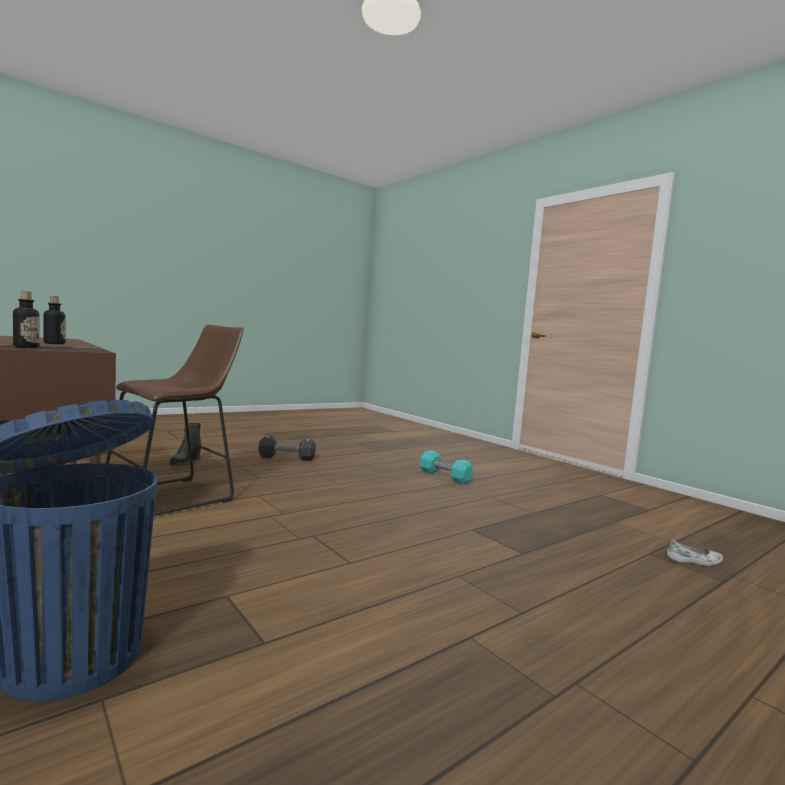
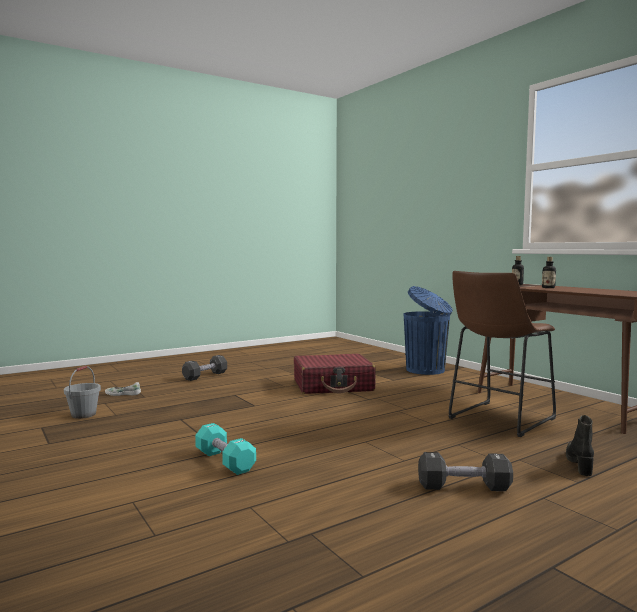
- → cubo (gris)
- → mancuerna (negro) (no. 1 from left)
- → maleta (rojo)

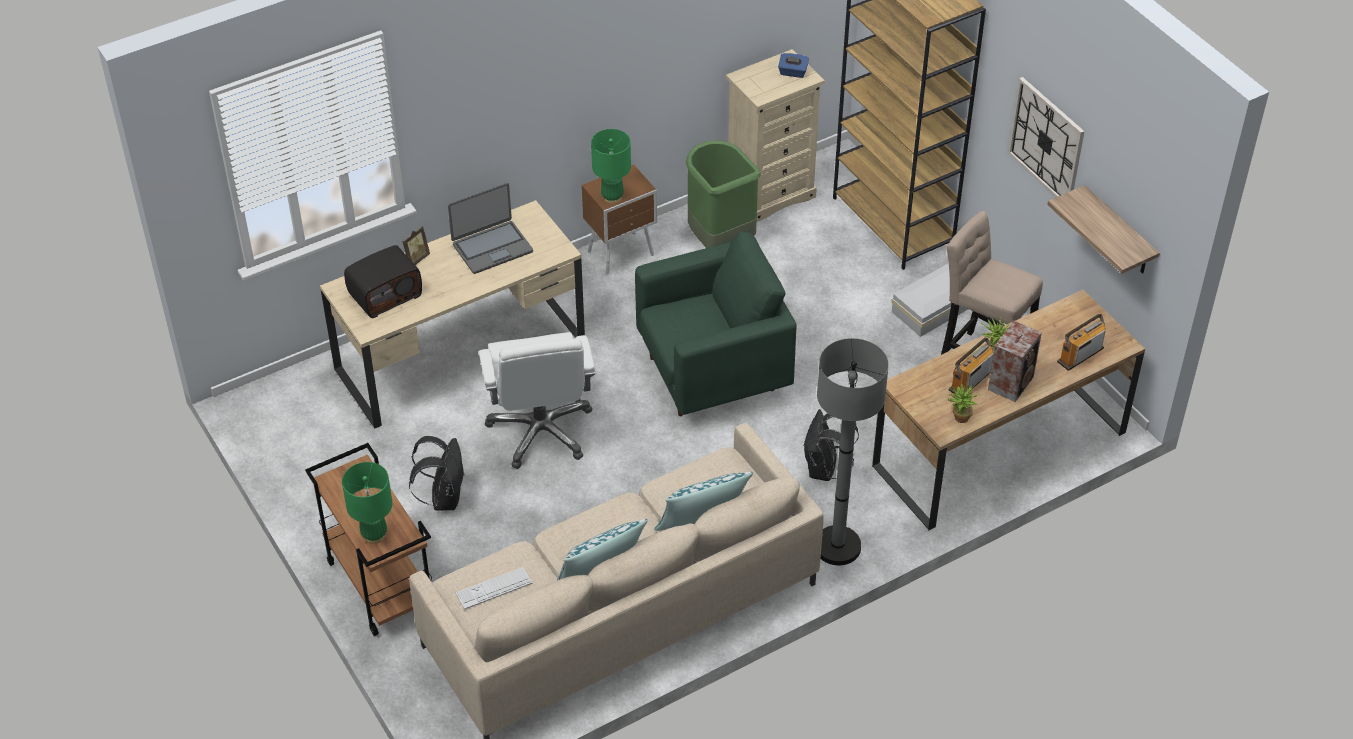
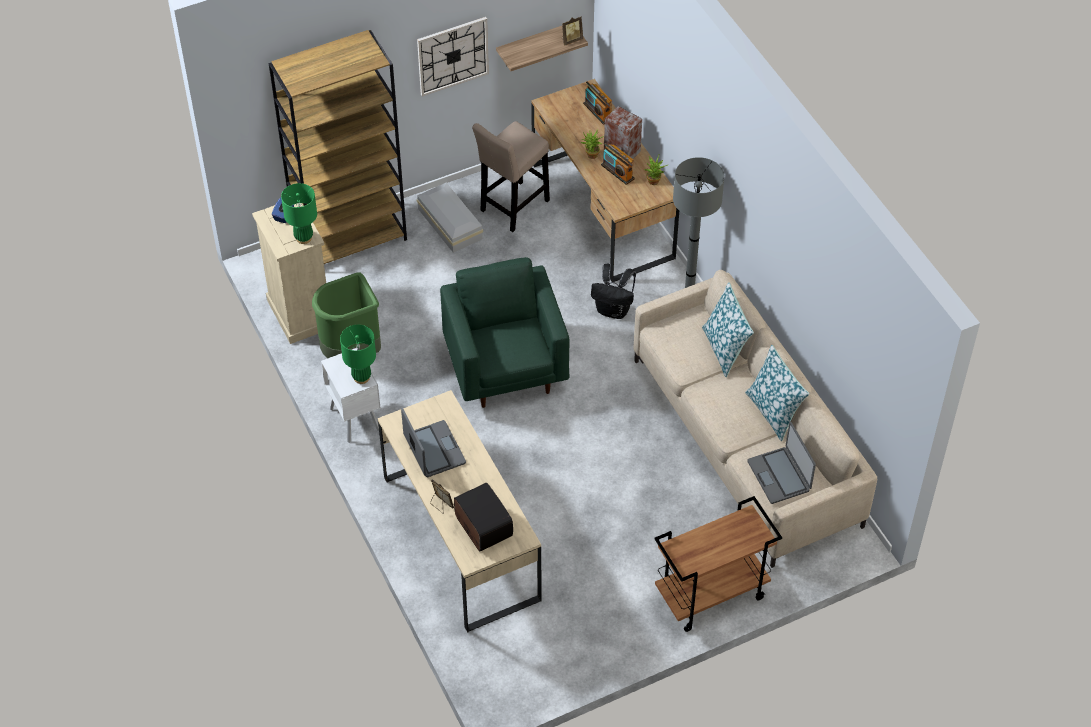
lámpara de mesa (verde) (no. 1 from left), relocated
mesita de noche (marrón) → mesita de noche (blanco)
- → portarretratos (no. 2 from left)
teclado → portátil (no. 2 from left)
mochila (negro) (no. 1 from left) → -
silla de oficina (blanco) → -

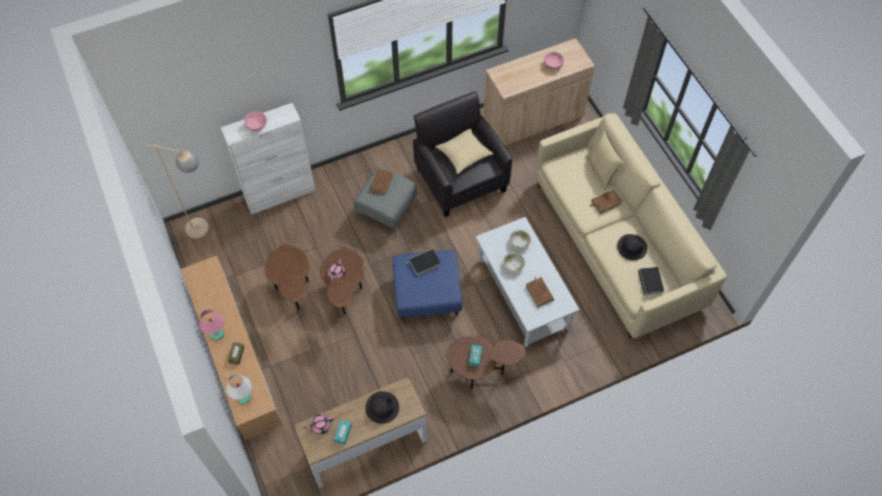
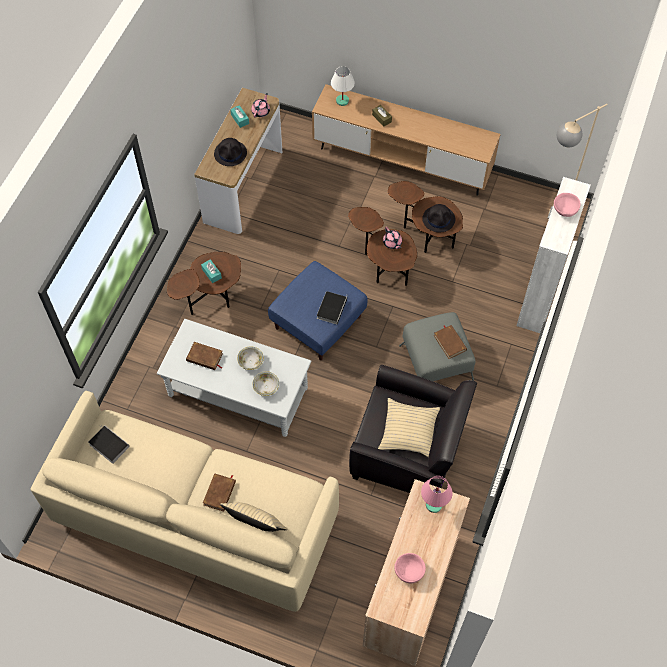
lámpara de mesa (rosa), relocated
sombrero (negro) (no. 2 from left), relocated

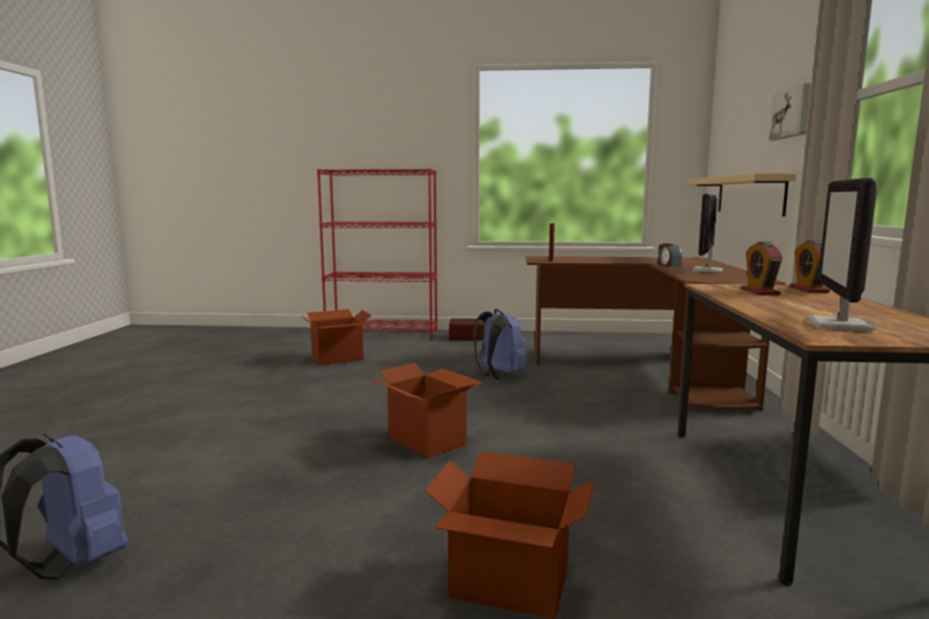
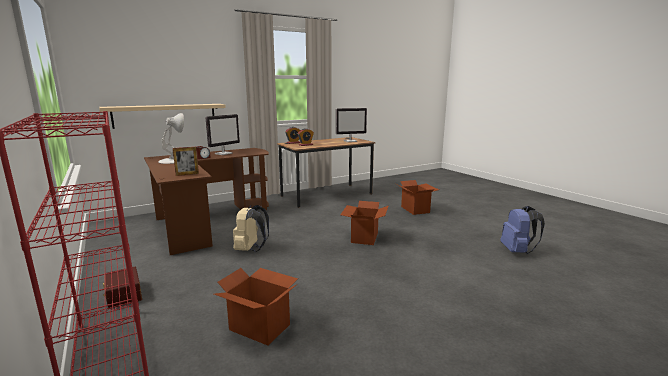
- → lámpara de mesa (blanco)
monitor (no. 1 from left), 45 degrees counterclockwise
mochila (azul) (no. 2 from left) → mochila (beis)
cuadro → -

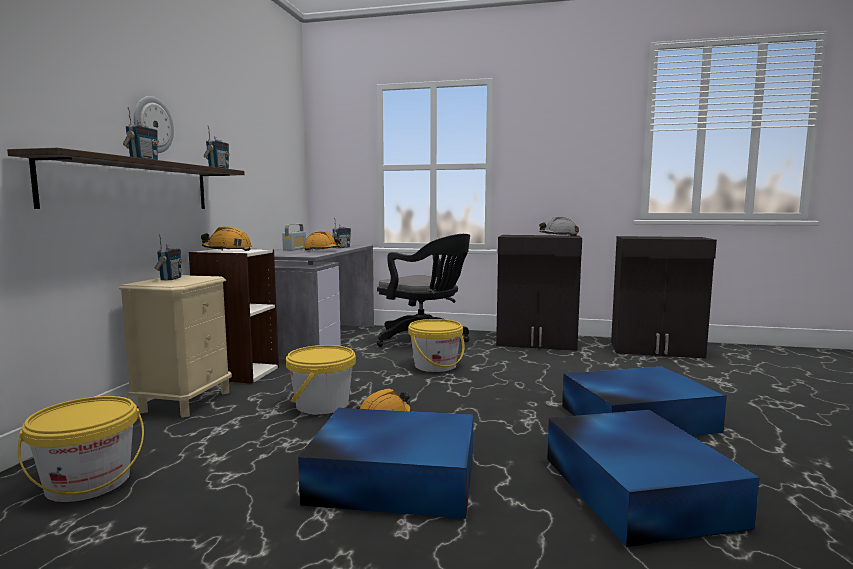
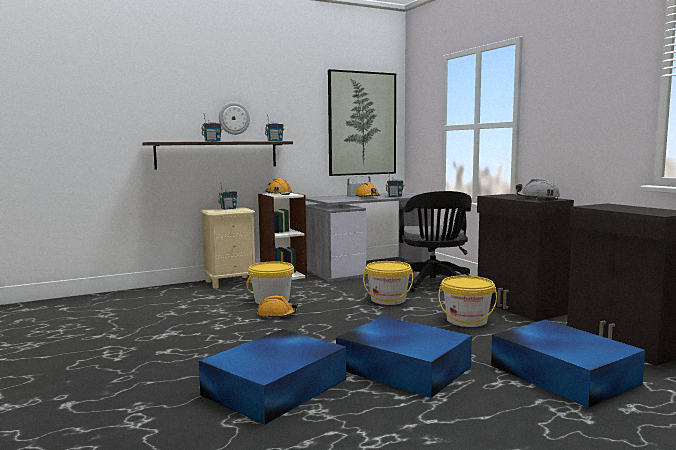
- → cuadro
cubo (amarillo) (no. 1 from left in the first image) → cubo (amarillo) (no. 3 from left), relocated
caja de almacenaje (azul) (no. 1 from left in the first image) → caja de almacenaje (azul) (no. 3 from left), relocated

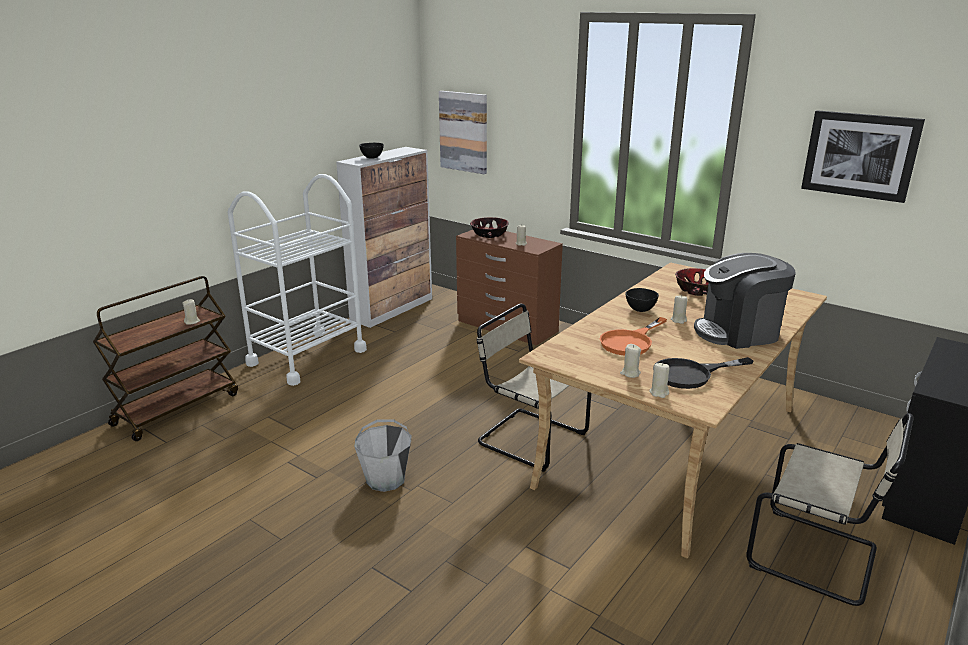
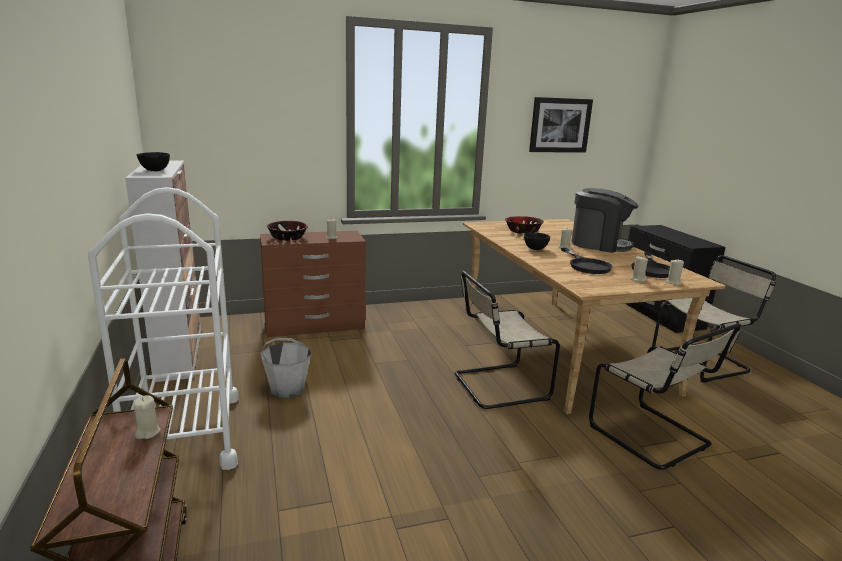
cubo (gris), relocated
sartén (naranja) → sartén (negro) (no. 1 from left)
cafetera, 90 degrees counterclockwise
- → silla (beis) (no. 2 from left)
cuadro (no. 1 from left) → -

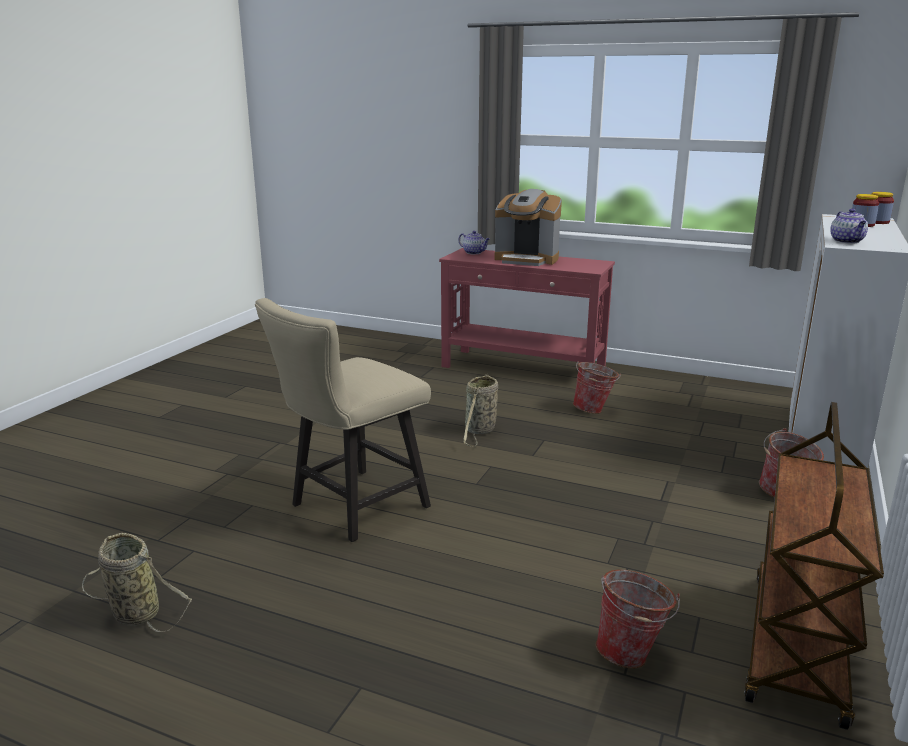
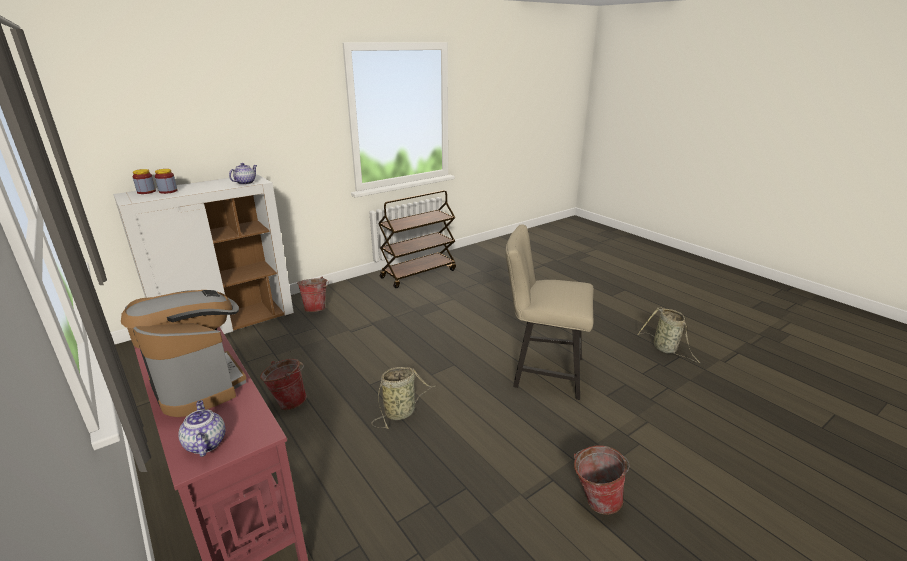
silla (beis), 150 degrees counterclockwise
cubo (no. 2 from left in the first image) → cubo (no. 3 from left), relocated

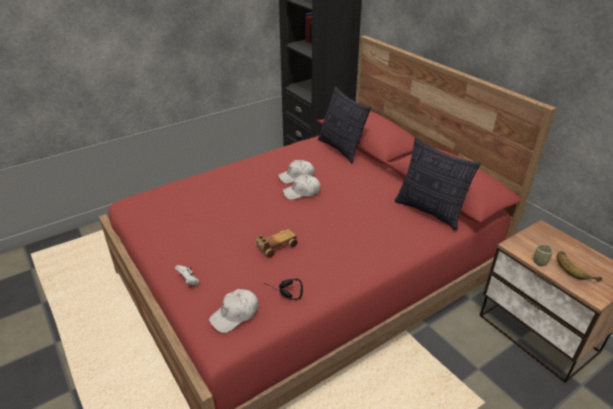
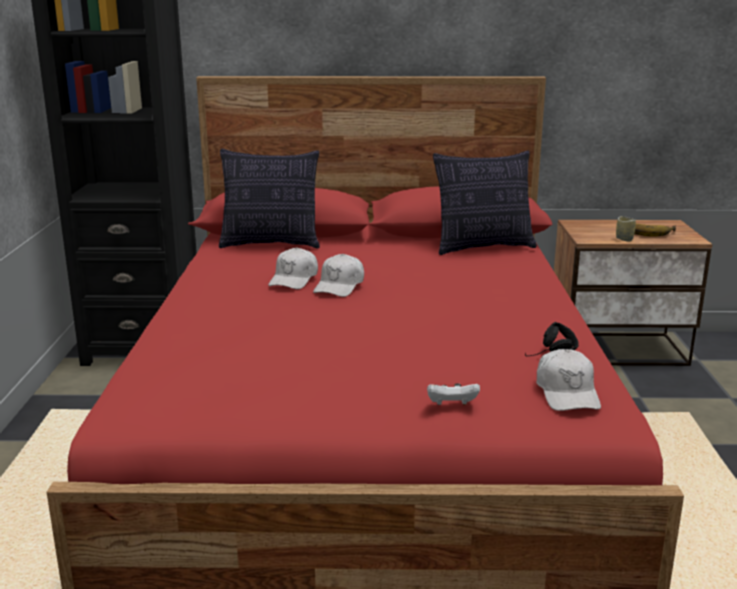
coche de juguete → -

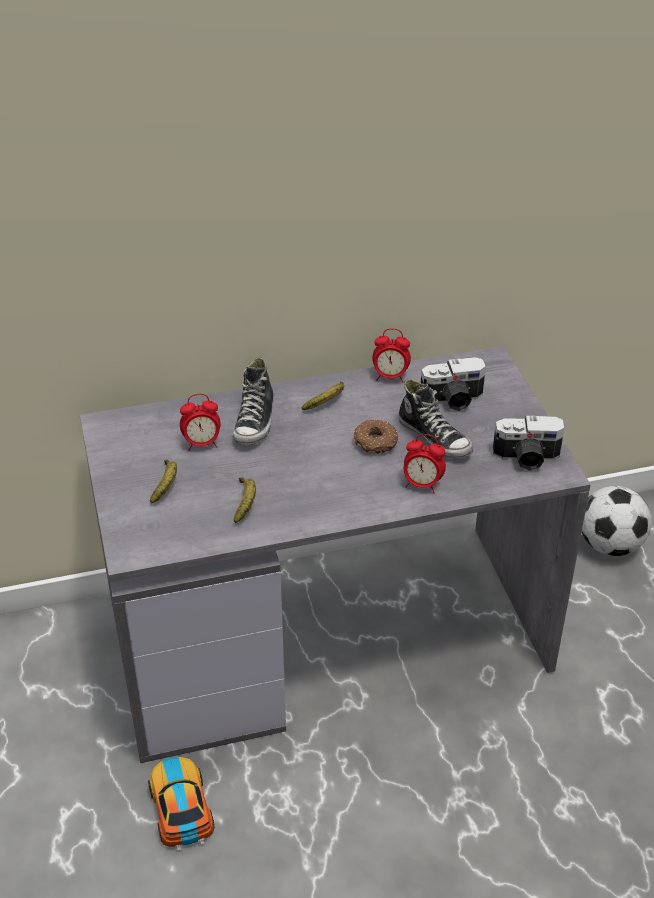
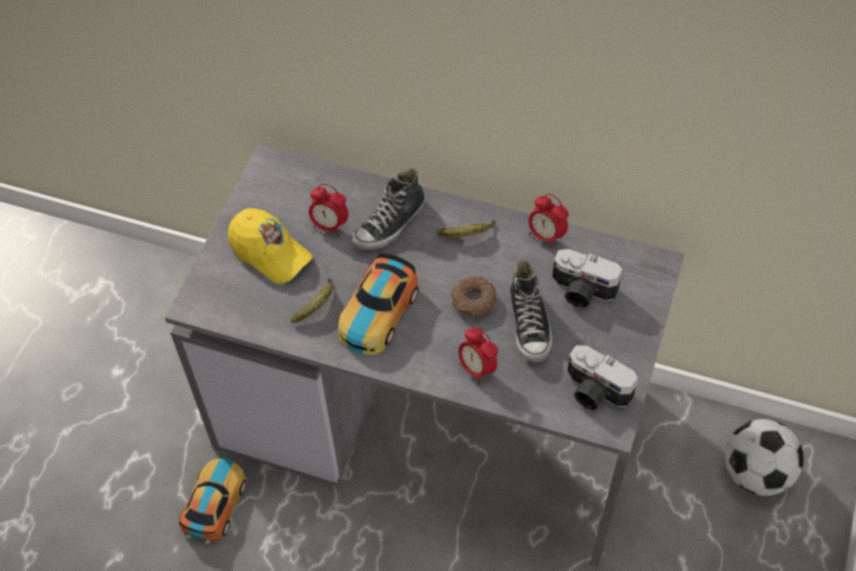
plátano (no. 1 from left) → gorra (amarillo)
- → coche de juguete (no. 2 from left)

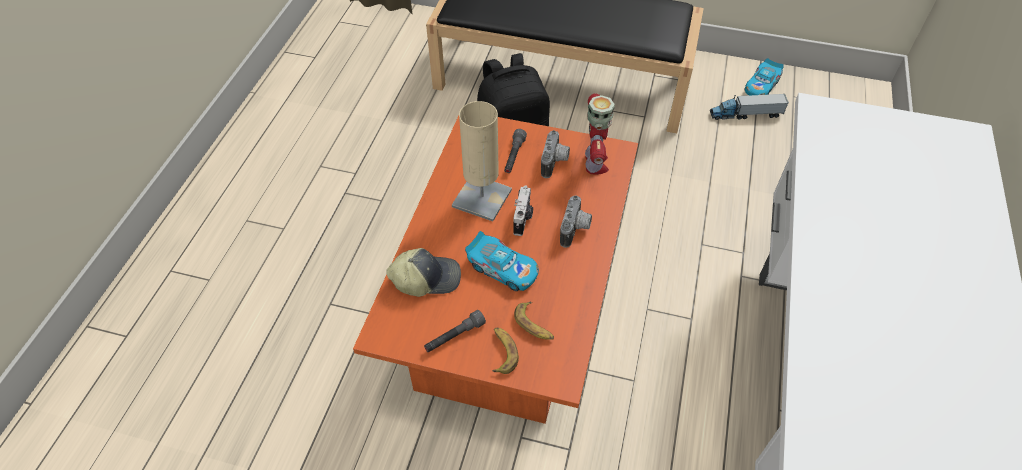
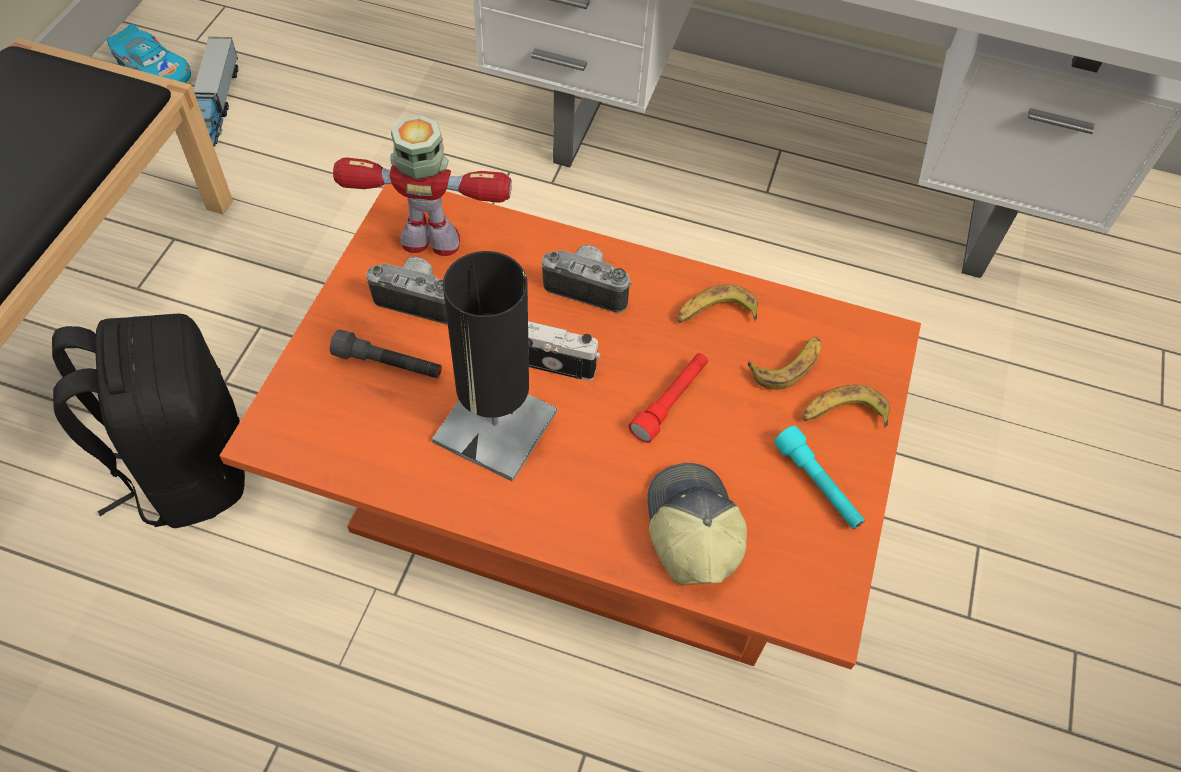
lámpara de mesa (beis) → lámpara de mesa (negro)
coche de juguete (no. 1 from left) → linterna (rojo)
- → plátano (no. 1 from left)
linterna (gris) (no. 1 from left) → linterna (turquesa)

